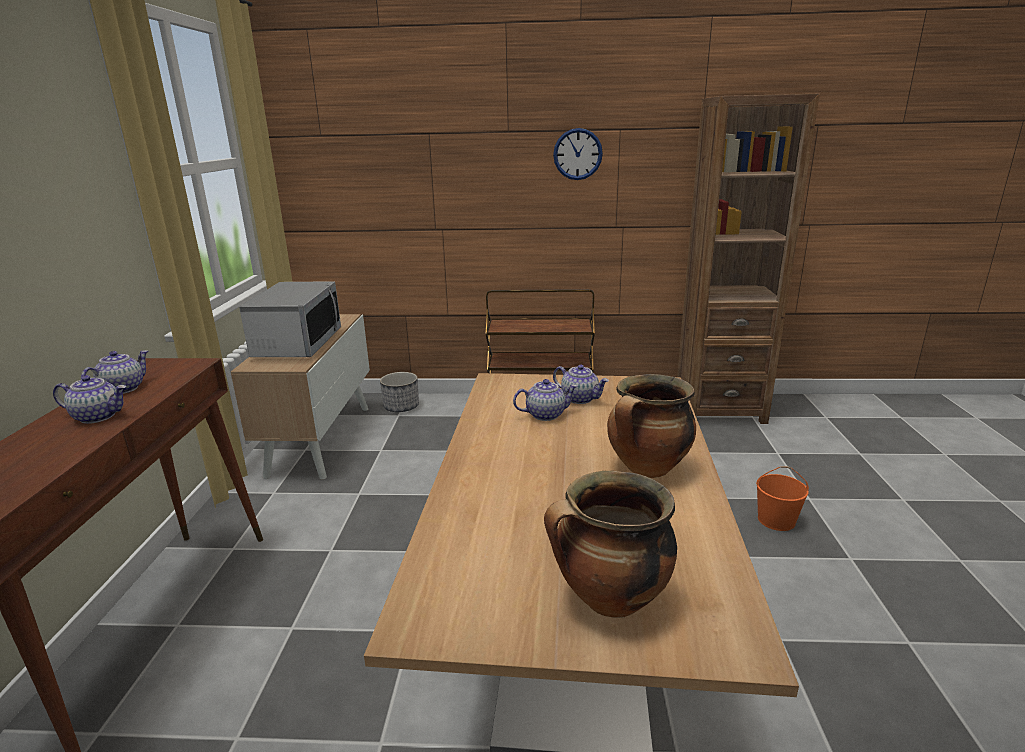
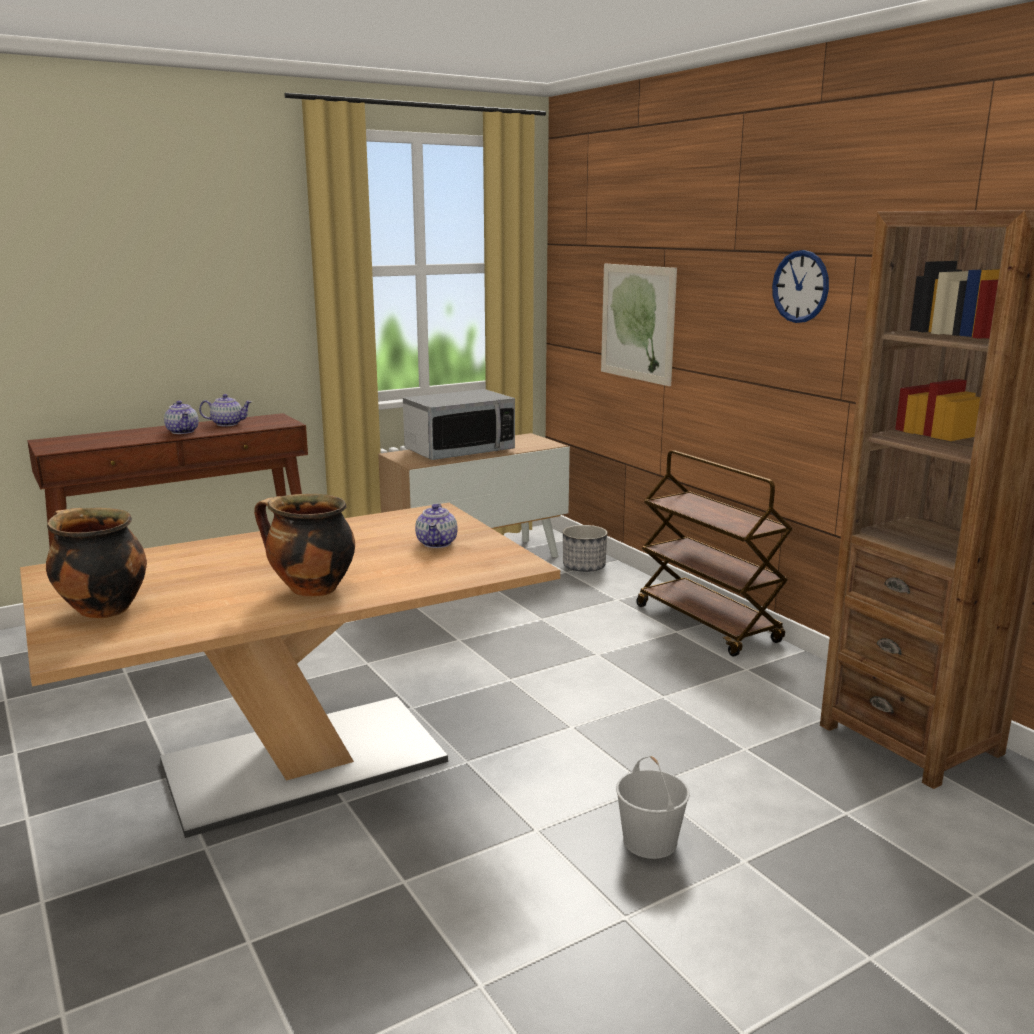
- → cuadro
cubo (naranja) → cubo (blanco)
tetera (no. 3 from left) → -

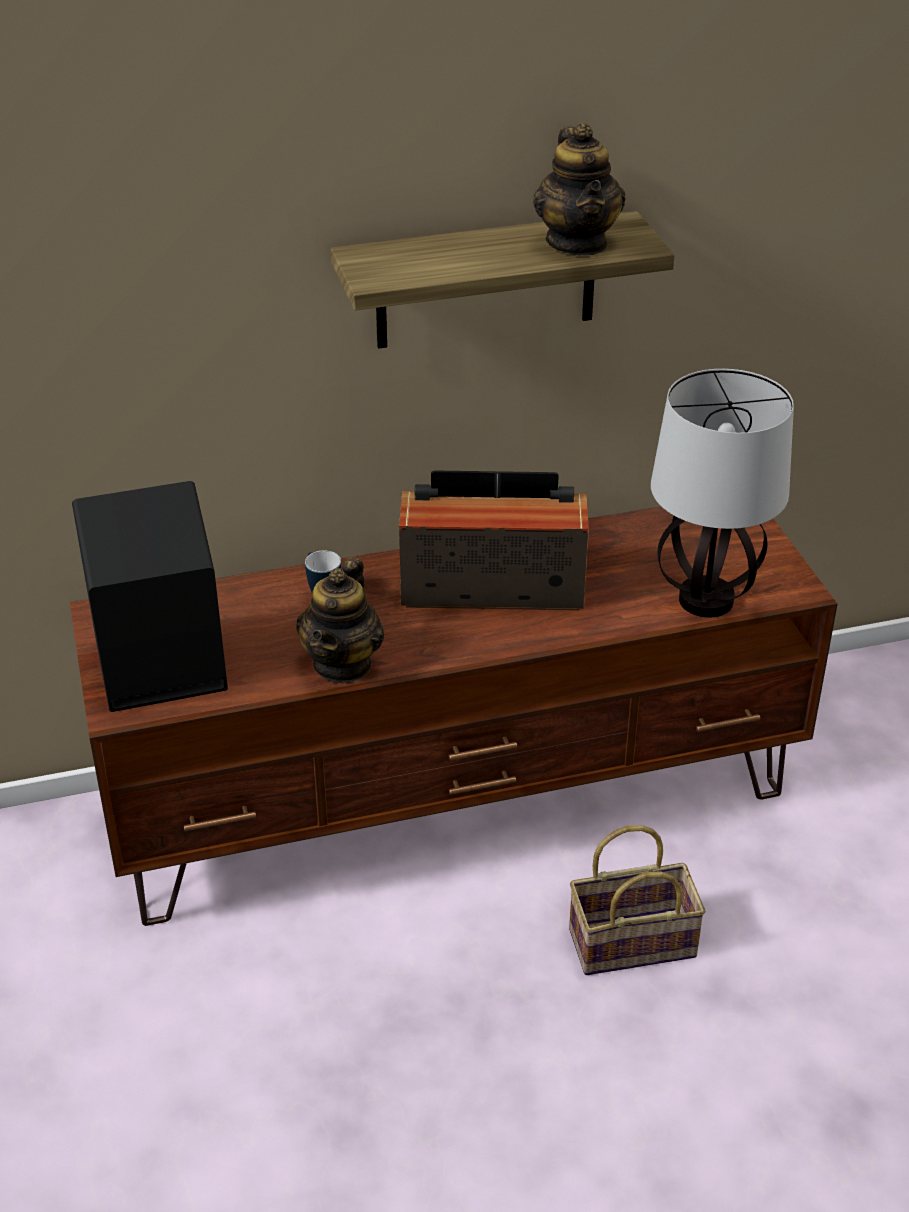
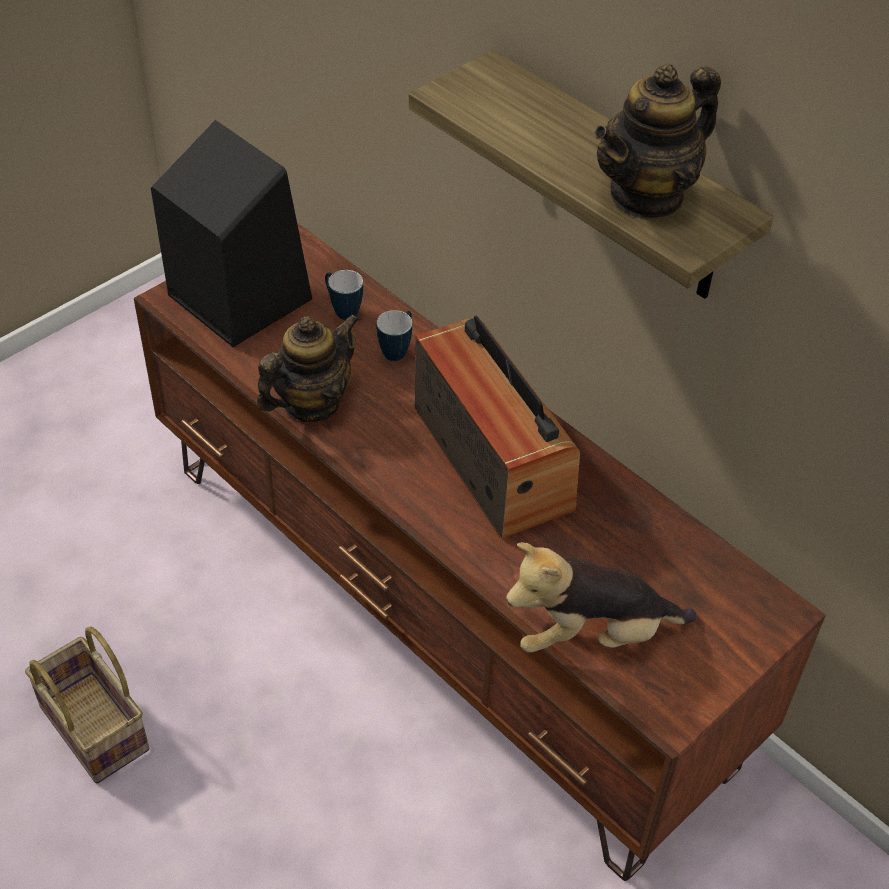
cesta, relocated
tetera (no. 1 from left), 150 degrees clockwise
- → taza grande (no. 1 from left)
lámpara de mesa → peluche

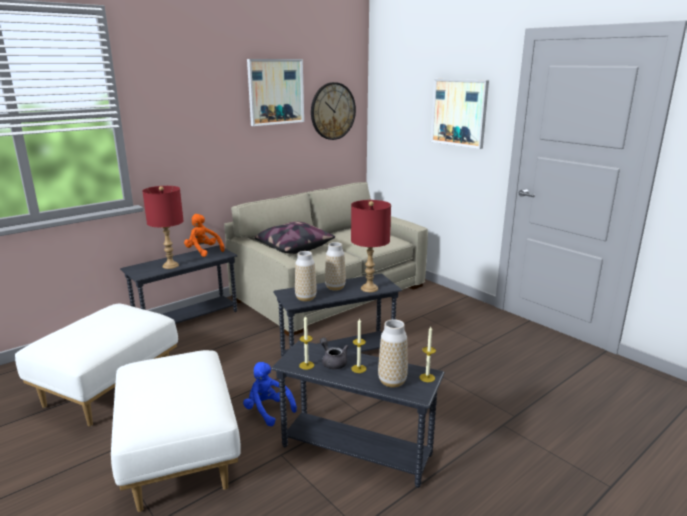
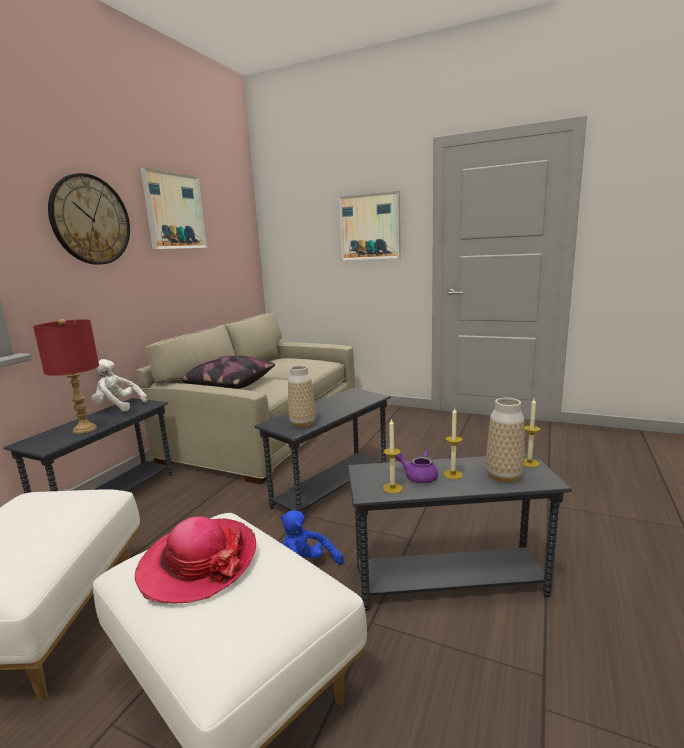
reloj de pared, relocated
peluche (naranja) → peluche (blanco)
- → sombrero
tetera (gris) → tetera (morado)
florero (no. 2 from left) → -
lámpara de mesa (rojo) (no. 2 from left) → -

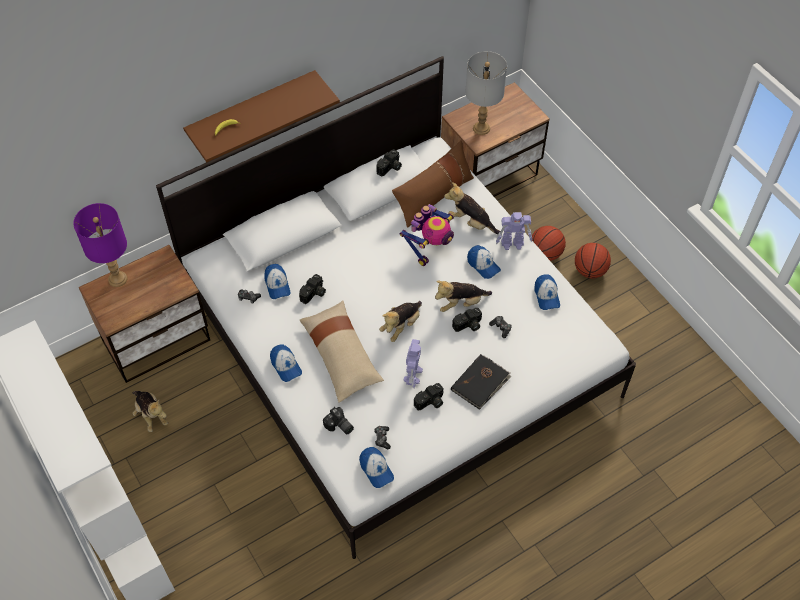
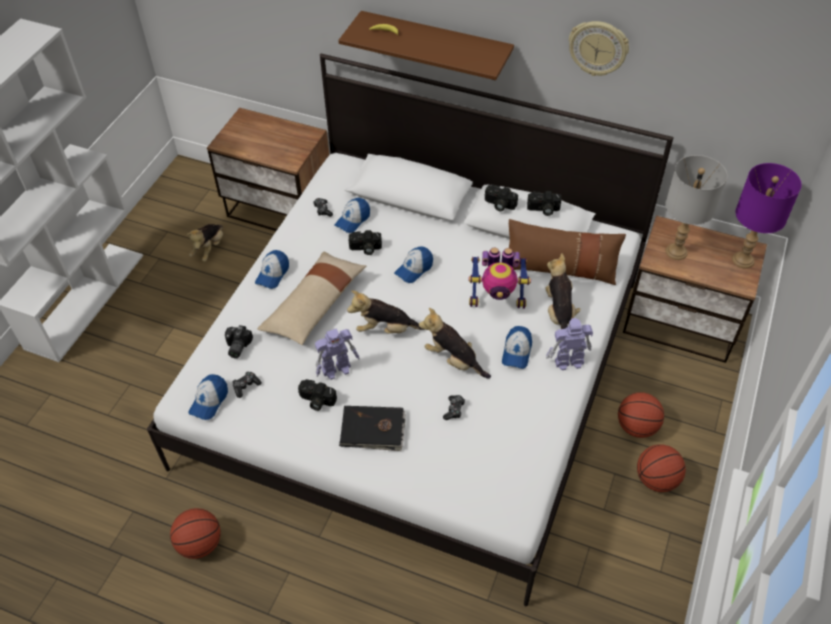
- → balón de baloncesto (no. 1 from left)
gorra (no. 5 from left in the first image) → gorra (no. 4 from left), relocated
cámara (no. 5 from left in the first image) → cámara (no. 4 from left), relocated
robot de juguete (no. 3 from left), 120 degrees clockwise
- → reloj de pared
lámpara de mesa (morado), relocated

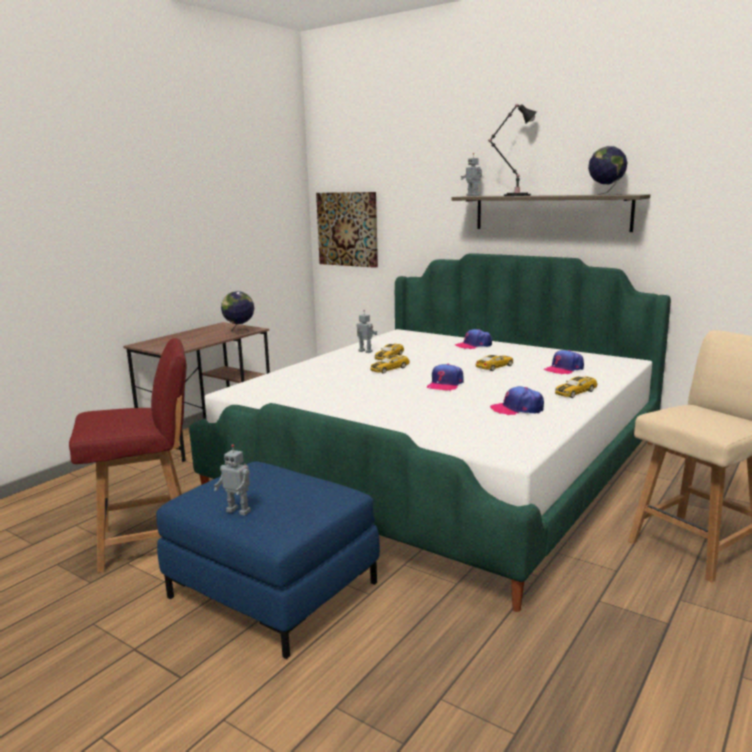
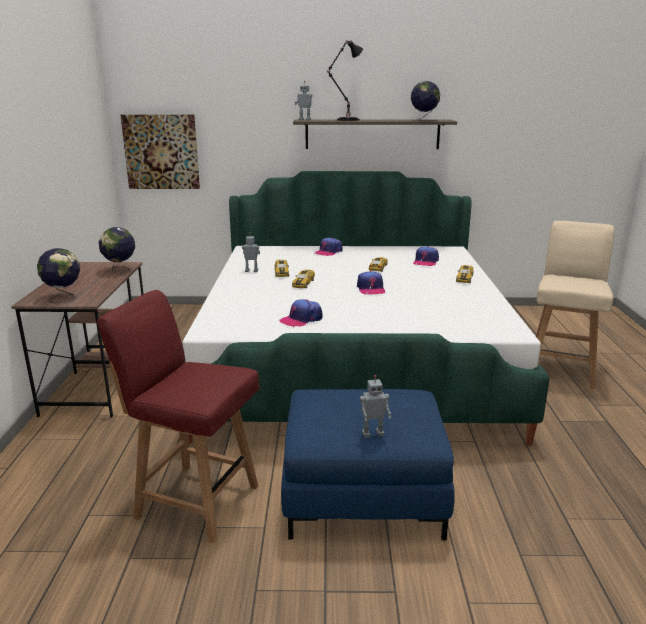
- → globo terráqueo (no. 1 from left)
silla (rojo), 105 degrees counterclockwise
gorra (no. 3 from left in the first image) → gorra (no. 1 from left), relocated

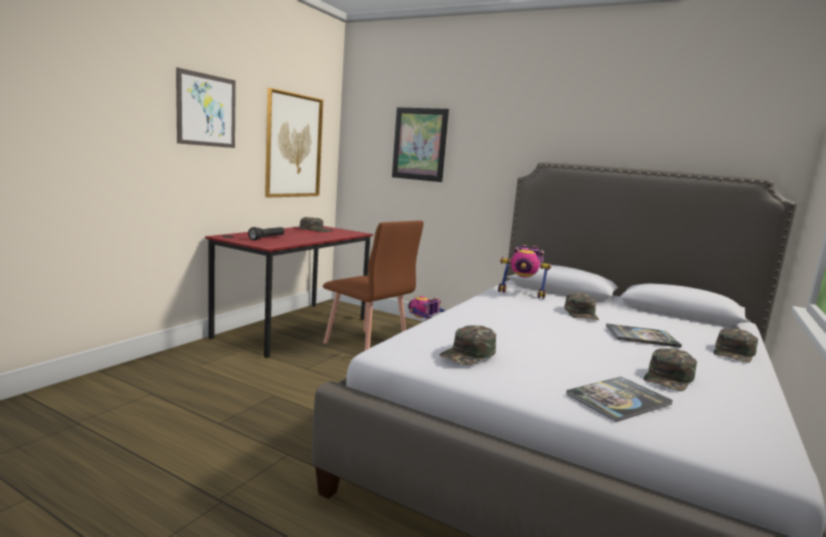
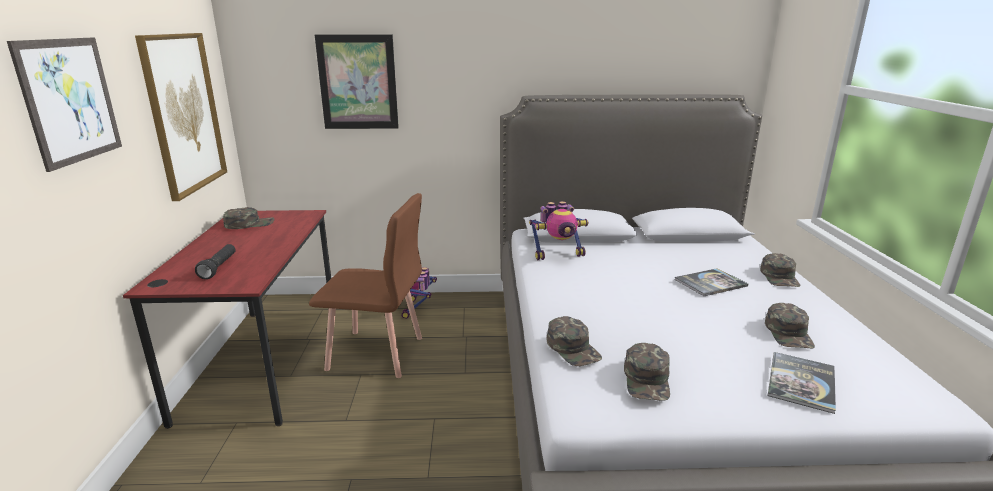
gorra (verde) (no. 3 from left in the first image) → gorra (verde) (no. 2 from left), relocated

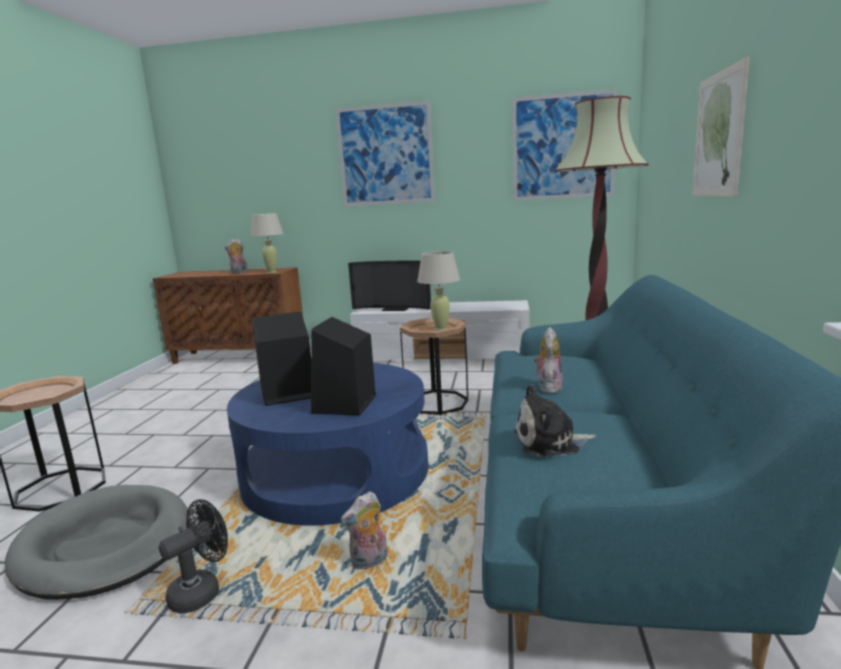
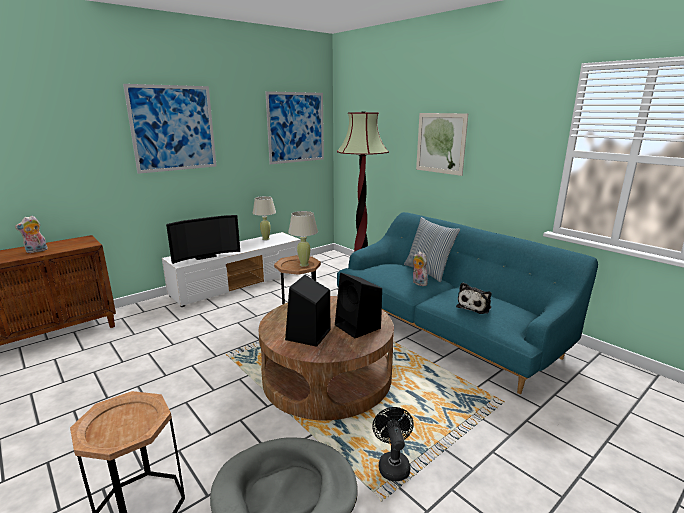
lámpara de mesa (beis) (no. 1 from left), relocated
mesa de centro (azul) → mesa de centro (marrón)
- → cojín
peluche (no. 2 from left) → -

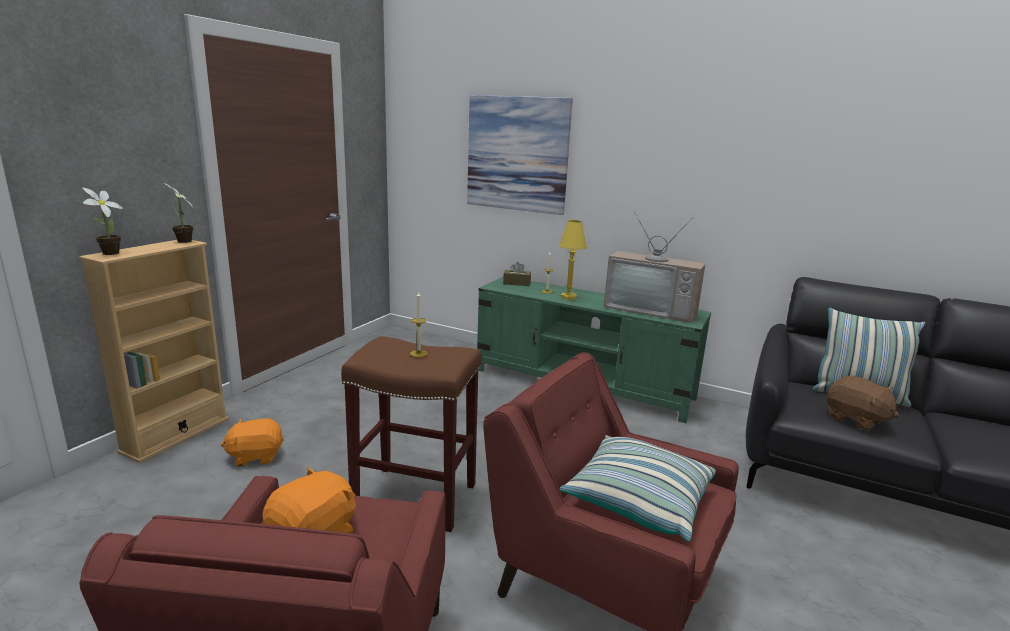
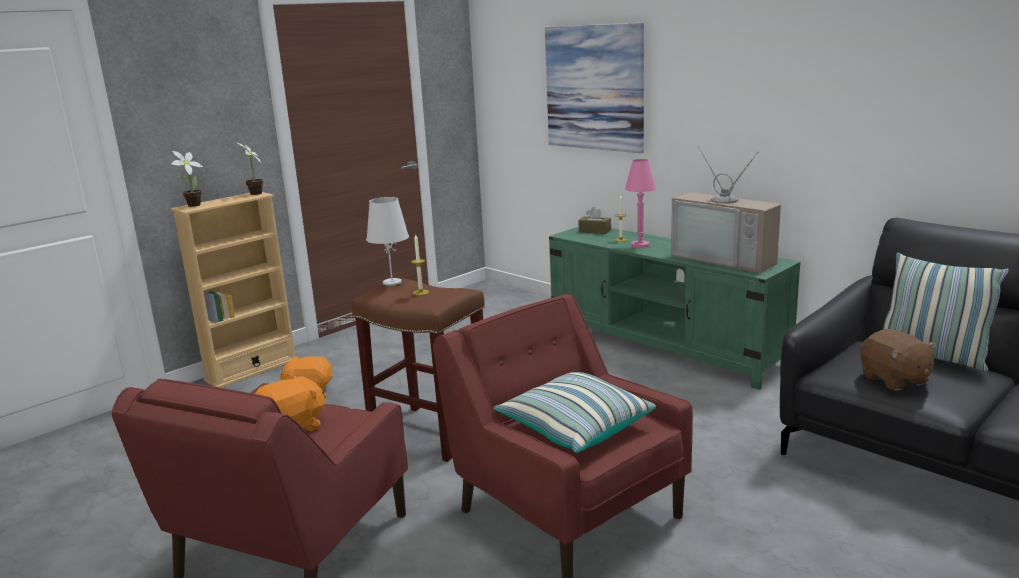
- → lámpara de mesa (blanco)
lámpara de mesa (amarillo) → lámpara de mesa (rosa)

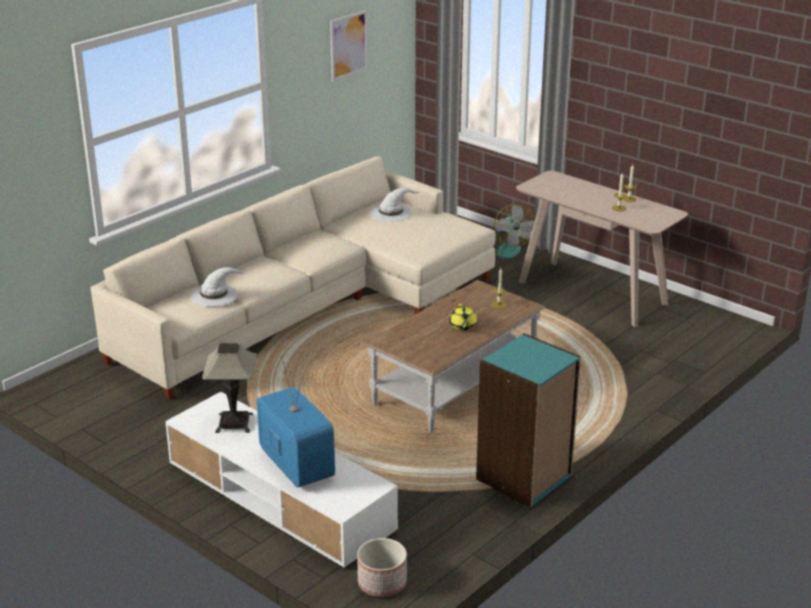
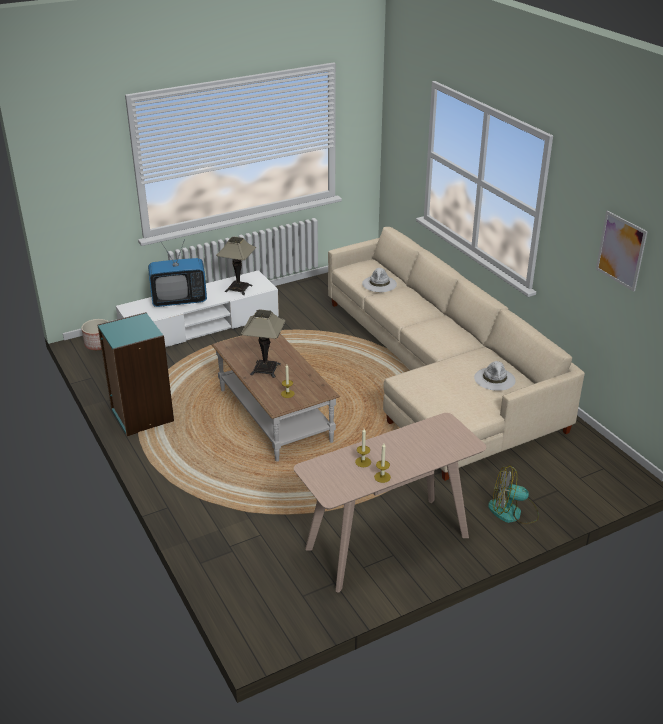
tetera (amarillo) → lámpara de mesa (no. 2 from left)

